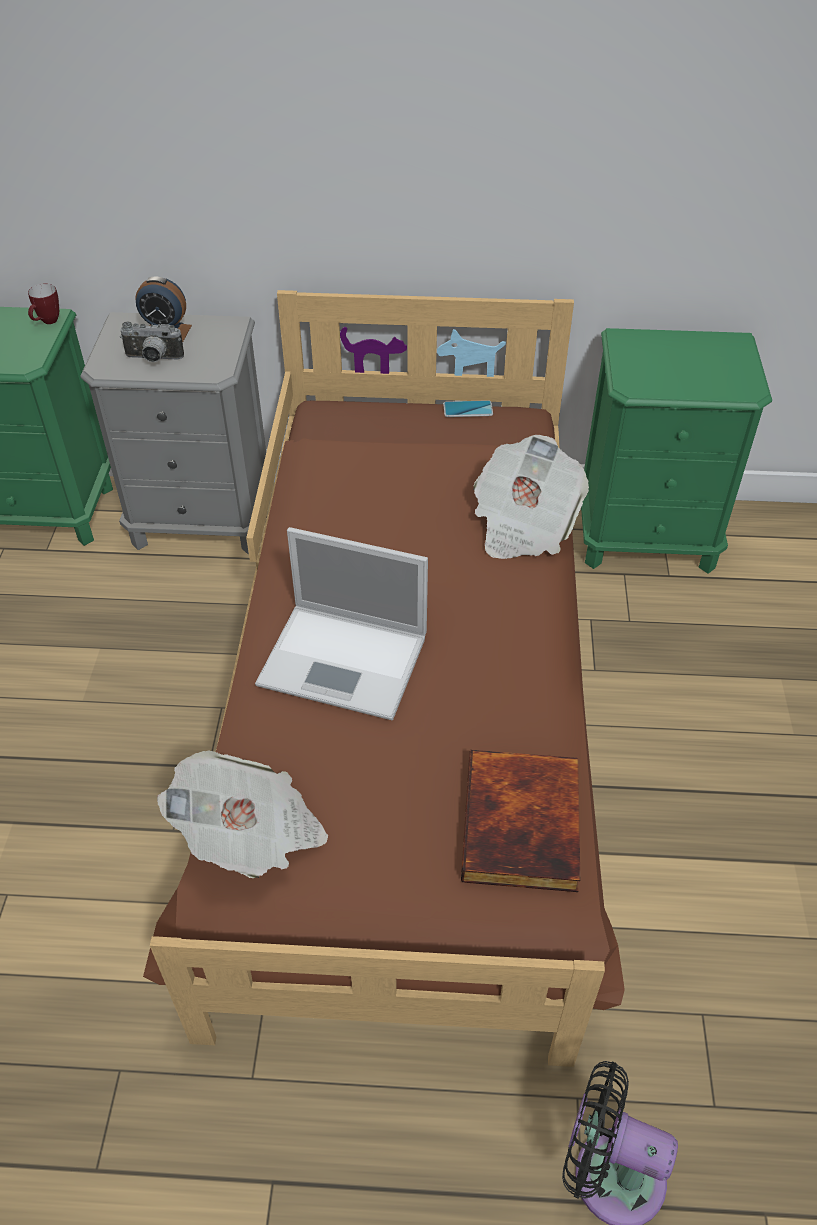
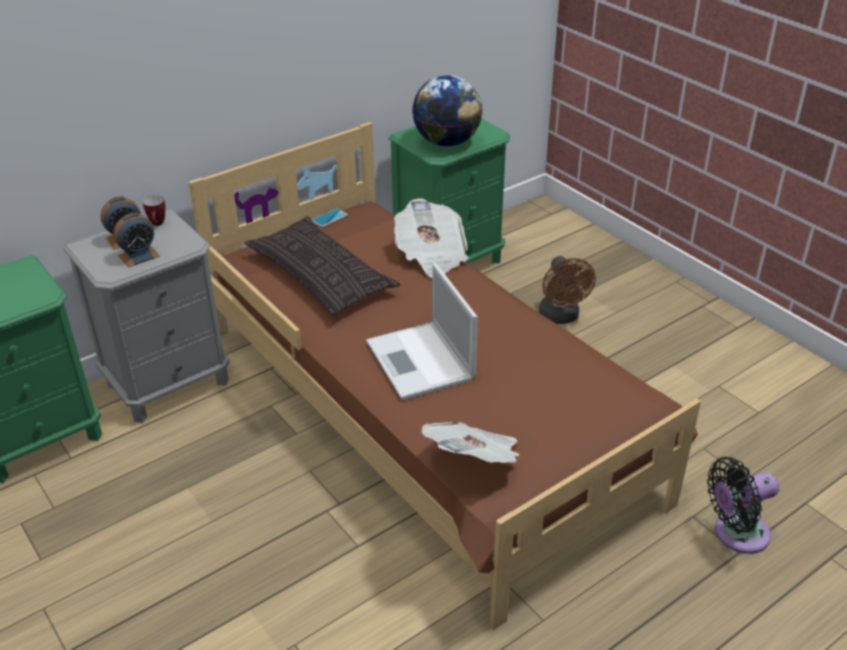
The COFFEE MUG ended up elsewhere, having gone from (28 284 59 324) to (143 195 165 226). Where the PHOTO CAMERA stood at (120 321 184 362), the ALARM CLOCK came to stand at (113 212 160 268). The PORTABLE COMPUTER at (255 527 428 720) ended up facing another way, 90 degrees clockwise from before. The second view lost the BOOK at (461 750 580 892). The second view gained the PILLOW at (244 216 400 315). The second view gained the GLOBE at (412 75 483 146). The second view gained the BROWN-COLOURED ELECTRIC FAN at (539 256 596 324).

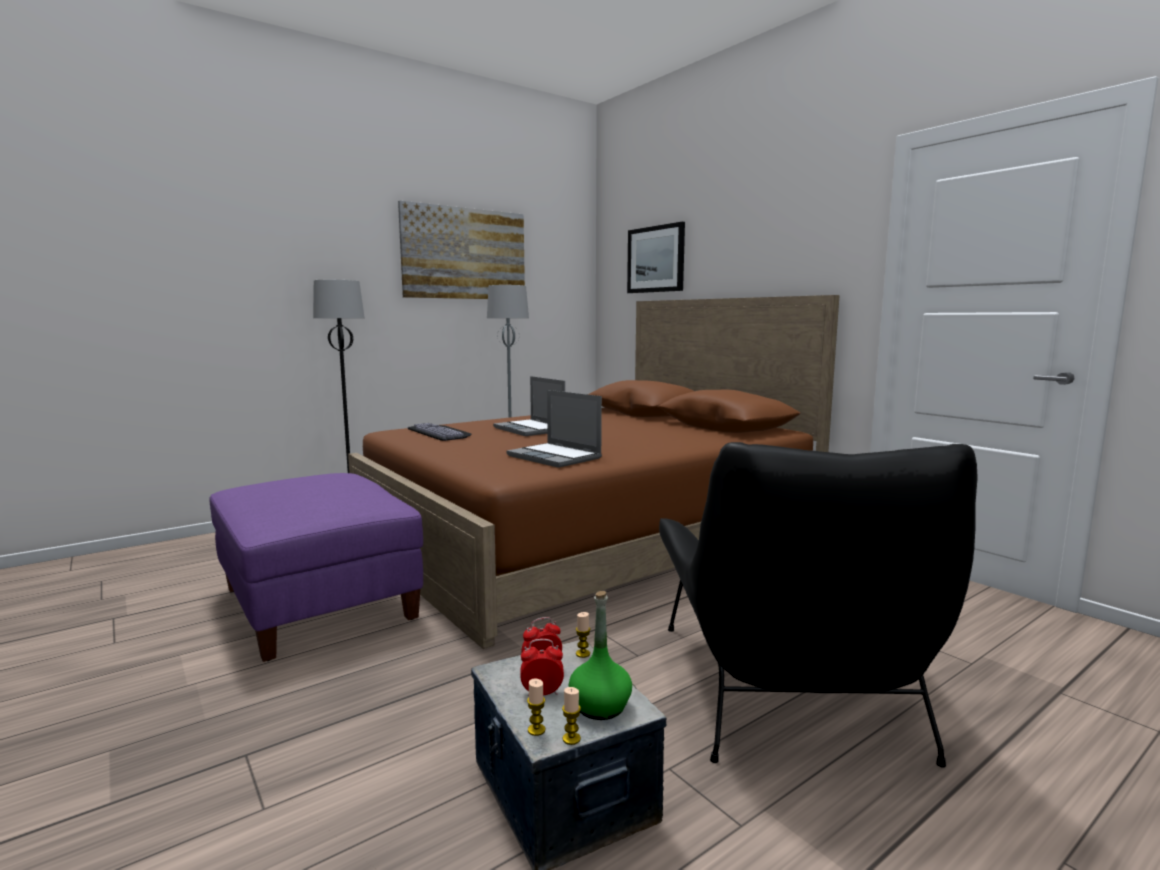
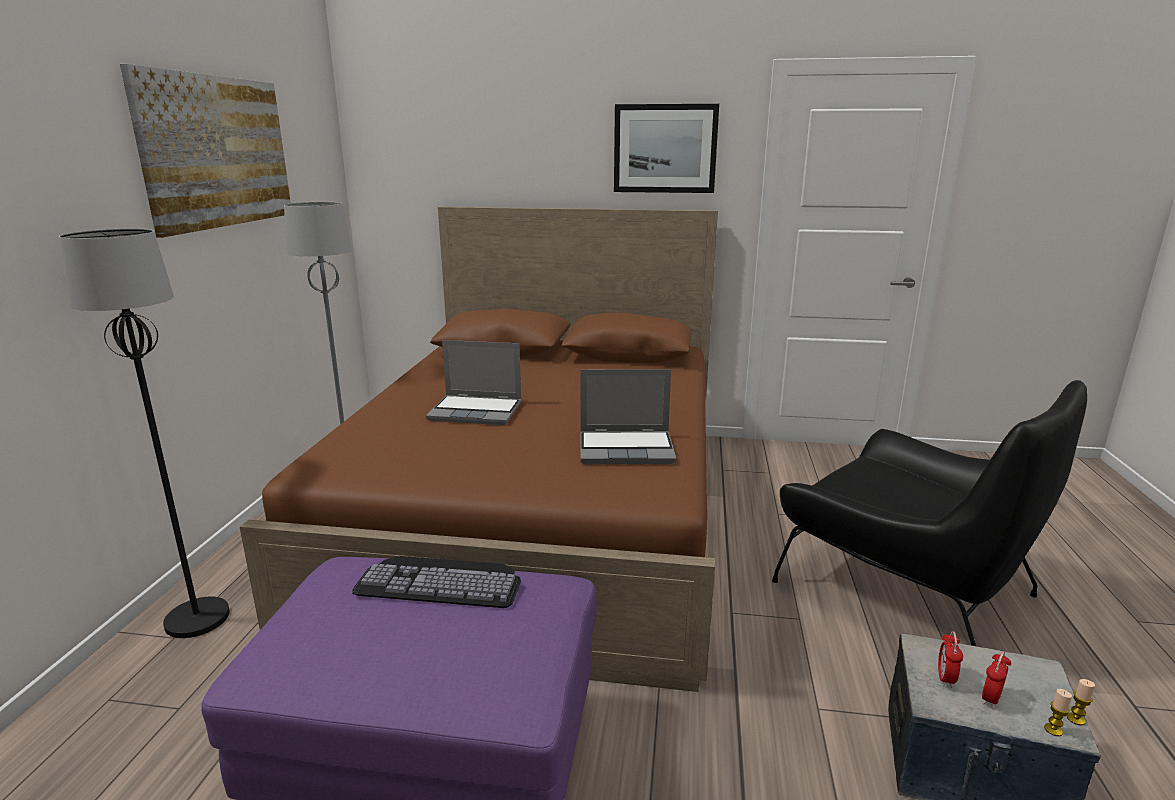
The KEYBOARD ended up elsewhere, having gone from (408 423 472 441) to (352 556 521 608). The second view lost the GREEN BOTTLE at (569 591 632 720). The second view lost the CANDLE at (576 612 590 658). The PICTURE ended up elsewhere, having gone from (627 222 685 293) to (614 104 719 193).

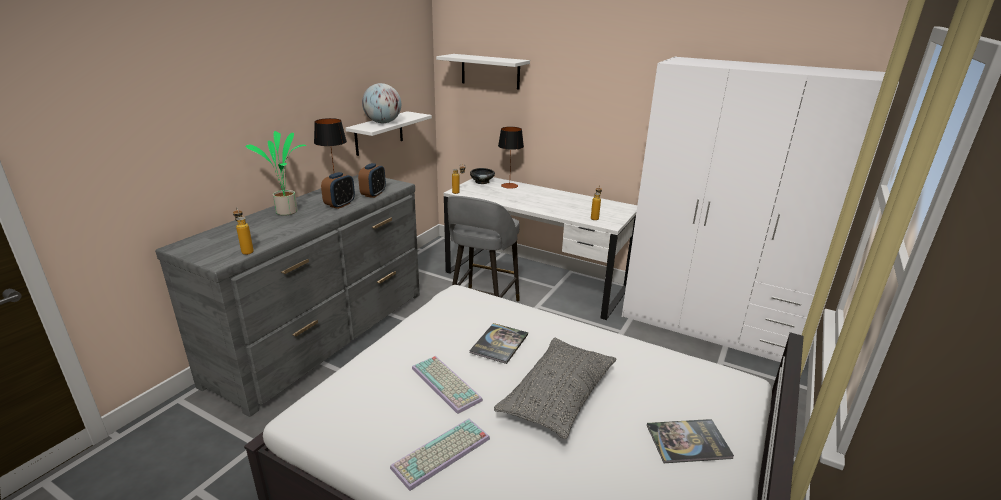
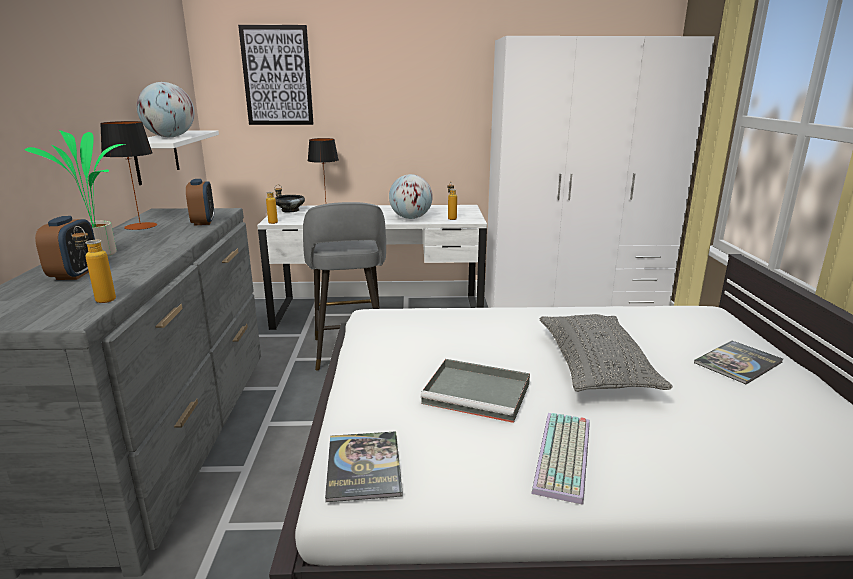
The ALARM CLOCK ended up elsewhere, having gone from (321 172 355 209) to (35 216 95 280). Where the KEYBOARD stood at (412 356 483 414), the GREYISH CARRYING TRAY came to stand at (421 359 530 423). Where the WHITISH BRACKET SHELF hung at (436 54 530 90), the PICTURE came to hang at (238 25 314 125). The BOOK ended up elsewhere, having gone from (469 323 528 364) to (325 431 403 502). The second view gained the GLOBE at (389 174 433 219).

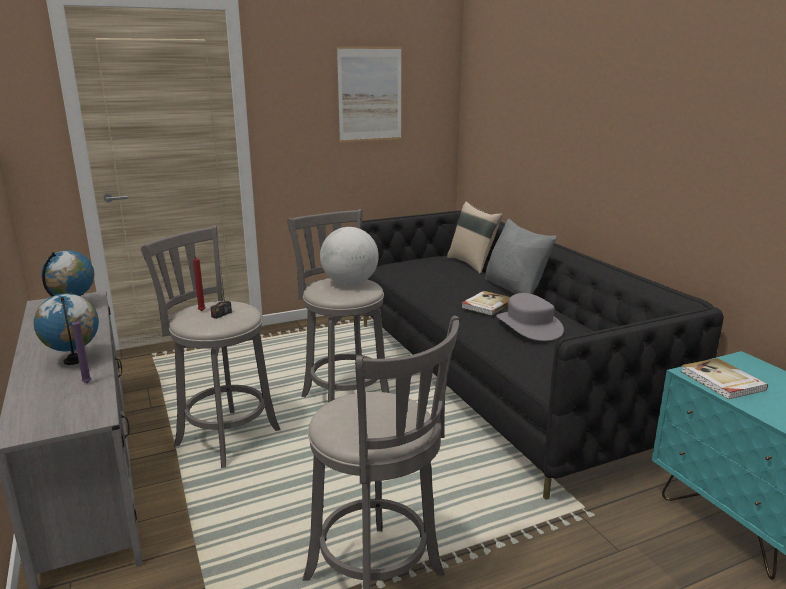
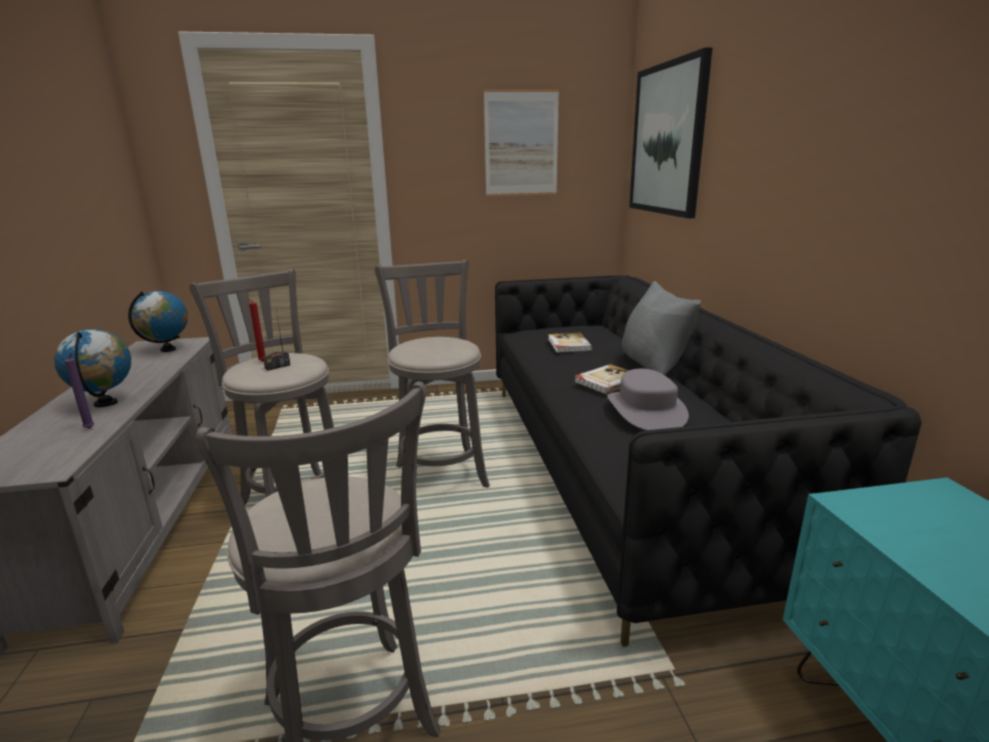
The second view lost the GLOBE at (320 227 379 285). The second view lost the SAND-COLOURED PILLOW at (447 202 503 274). The BOOK ended up elsewhere, having gone from (681 358 768 399) to (548 333 592 353). The second view gained the PICTURE at (629 47 712 218).

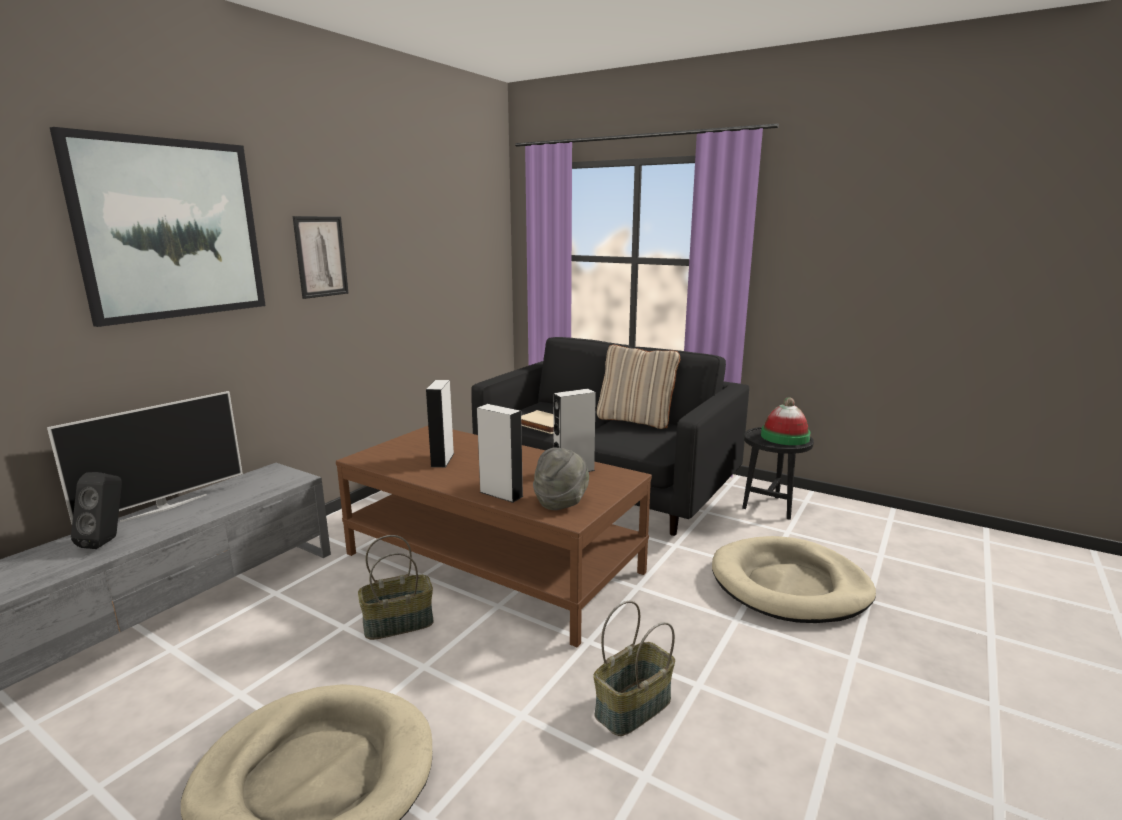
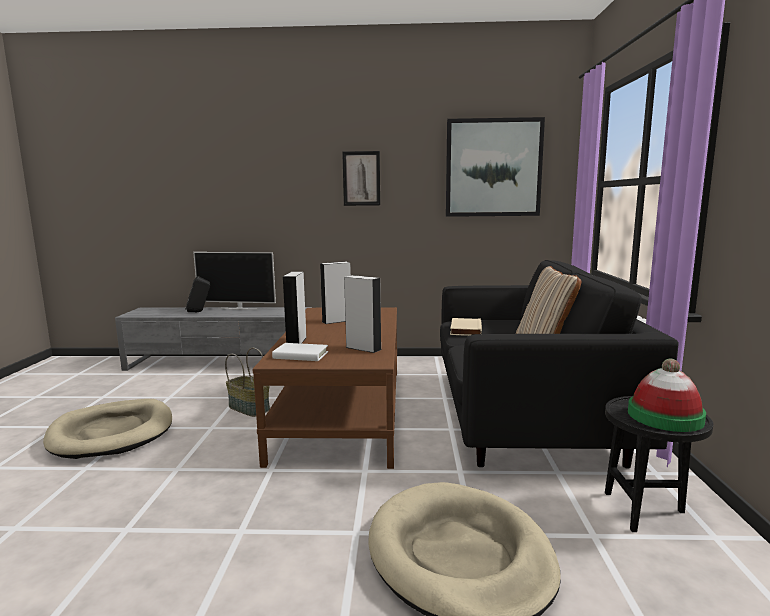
The PICTURE ended up elsewhere, having gone from (50 127 266 327) to (446 117 545 217). Where the GREYISH HAT stood at (533 448 589 510), the WHITISH BOOK came to stand at (272 343 328 361). The second view lost the STORAGE BASKET at (593 601 675 736).

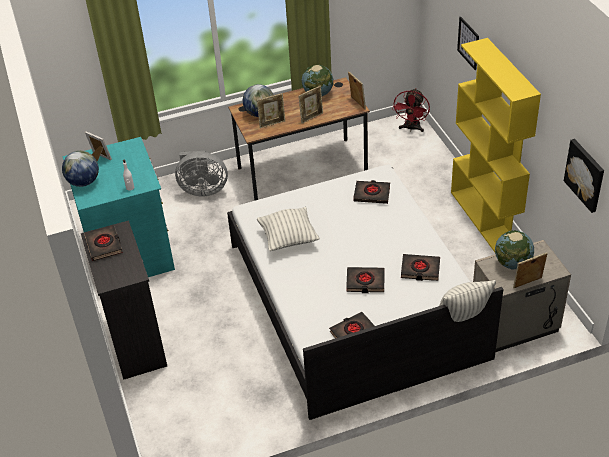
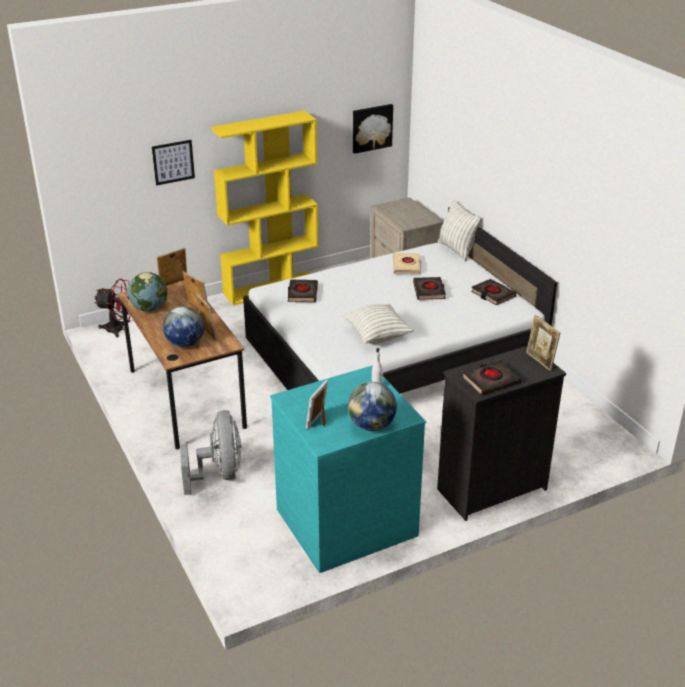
What was the BLACKISH BOOK at (401 254 440 281) turned into the SAND-COLOURED BOOK at (393 253 421 274). The second view lost the GLOBE at (495 230 534 269). The PICTURE FRAME ended up elsewhere, having gone from (513 252 548 288) to (526 315 560 371).

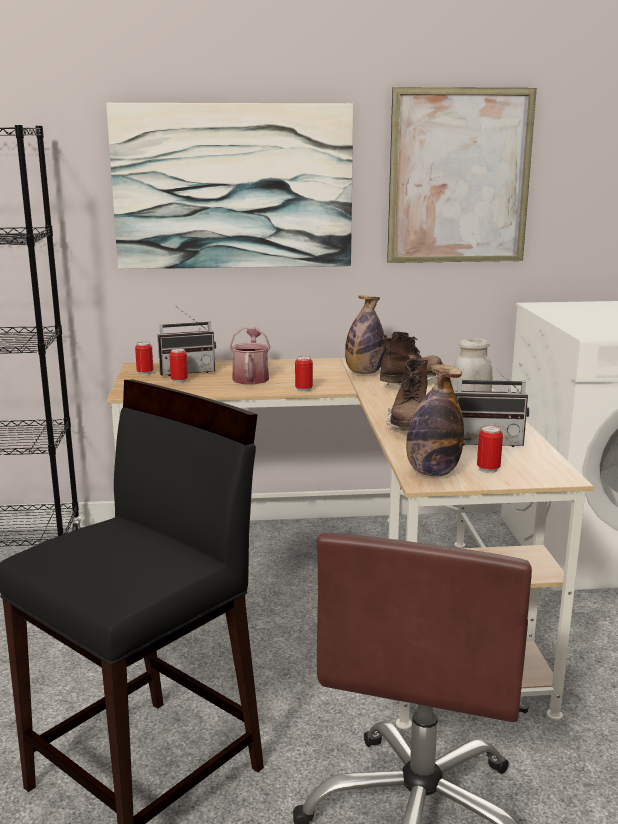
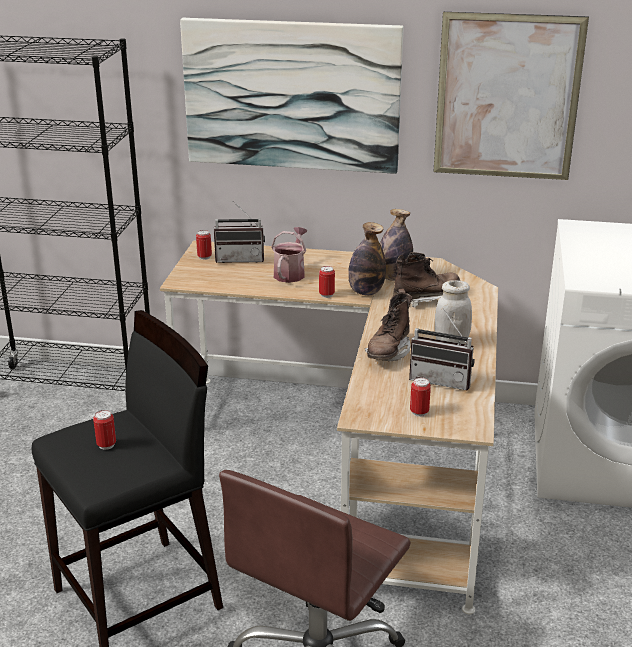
The SEALED CAN ended up elsewhere, having gone from (169 348 188 383) to (93 410 116 450). The BOTTLE ended up elsewhere, having gone from (406 364 464 476) to (348 222 386 295).

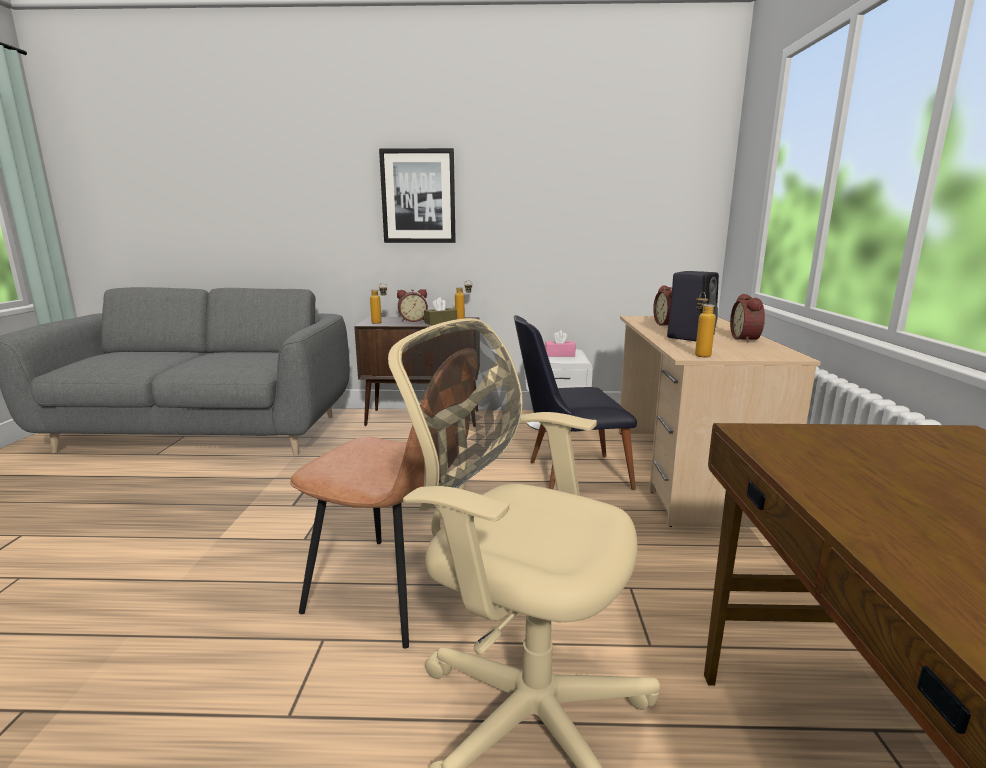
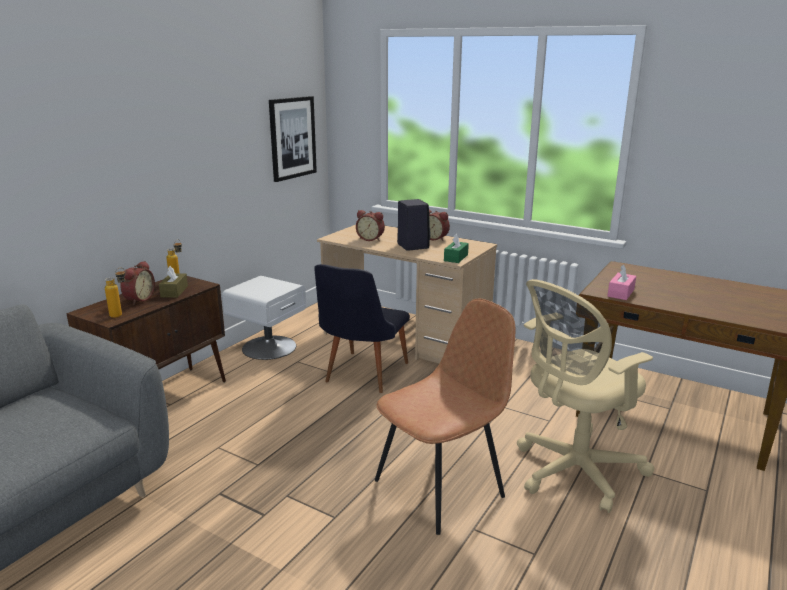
The PICTURE ended up elsewhere, having gone from (379 148 456 243) to (269 96 317 182). The PINK-COLOURED TISSUE HOLDER ended up elsewhere, having gone from (545 330 576 357) to (607 264 636 300). Where the BOTTLE stood at (695 292 716 357), the GREEN TISSUE HOLDER came to stand at (444 234 469 263).

